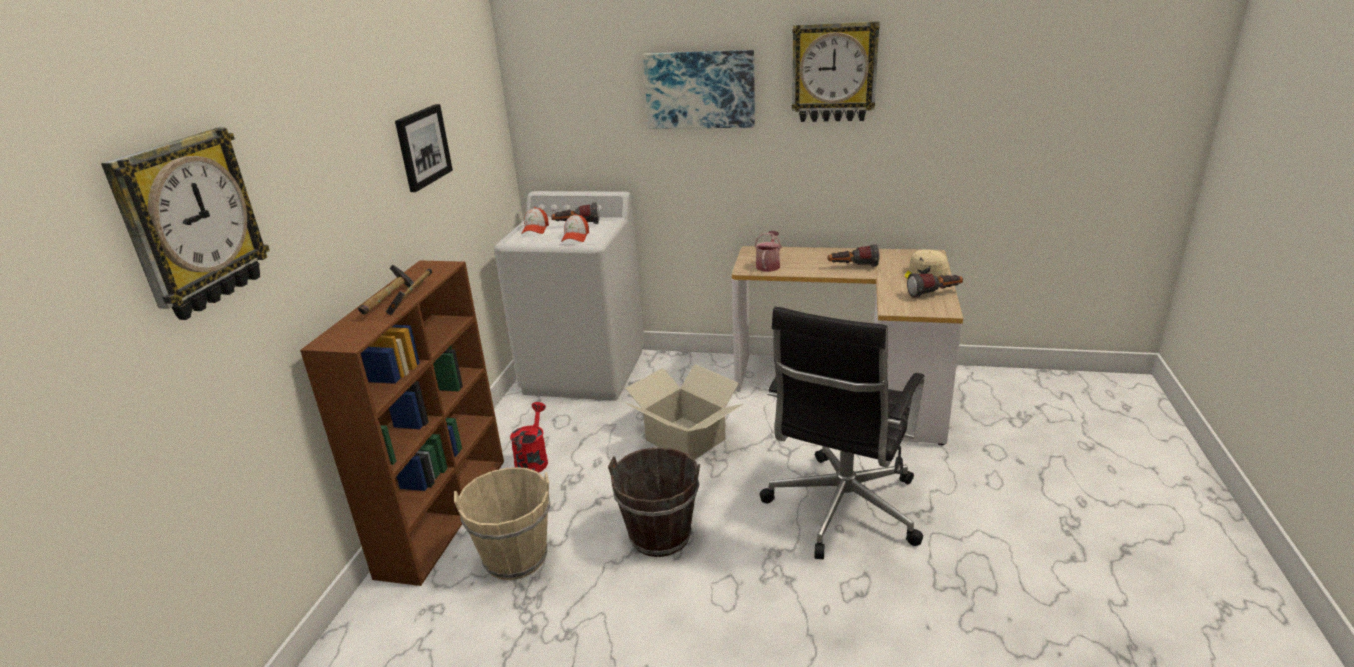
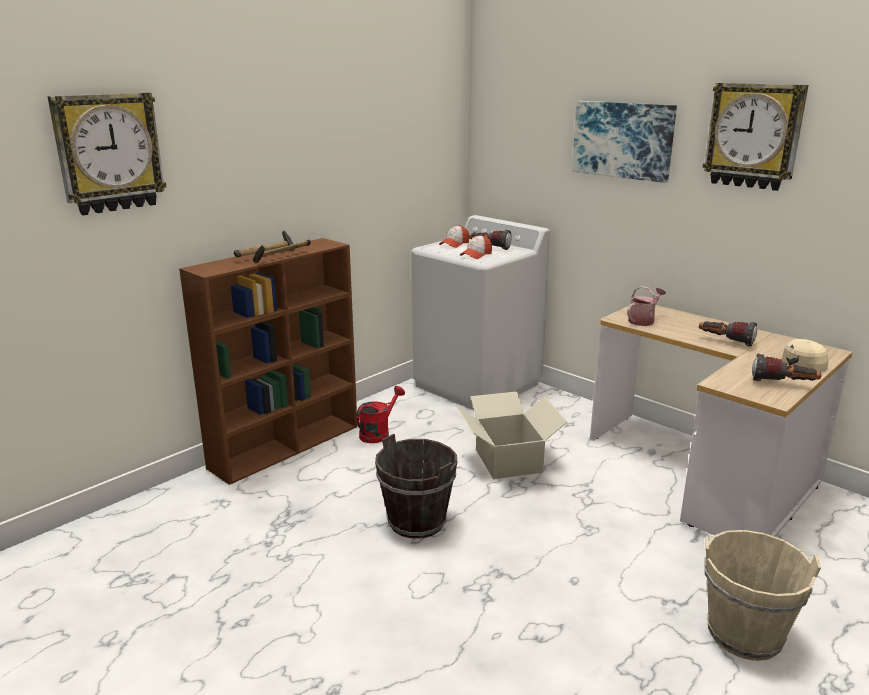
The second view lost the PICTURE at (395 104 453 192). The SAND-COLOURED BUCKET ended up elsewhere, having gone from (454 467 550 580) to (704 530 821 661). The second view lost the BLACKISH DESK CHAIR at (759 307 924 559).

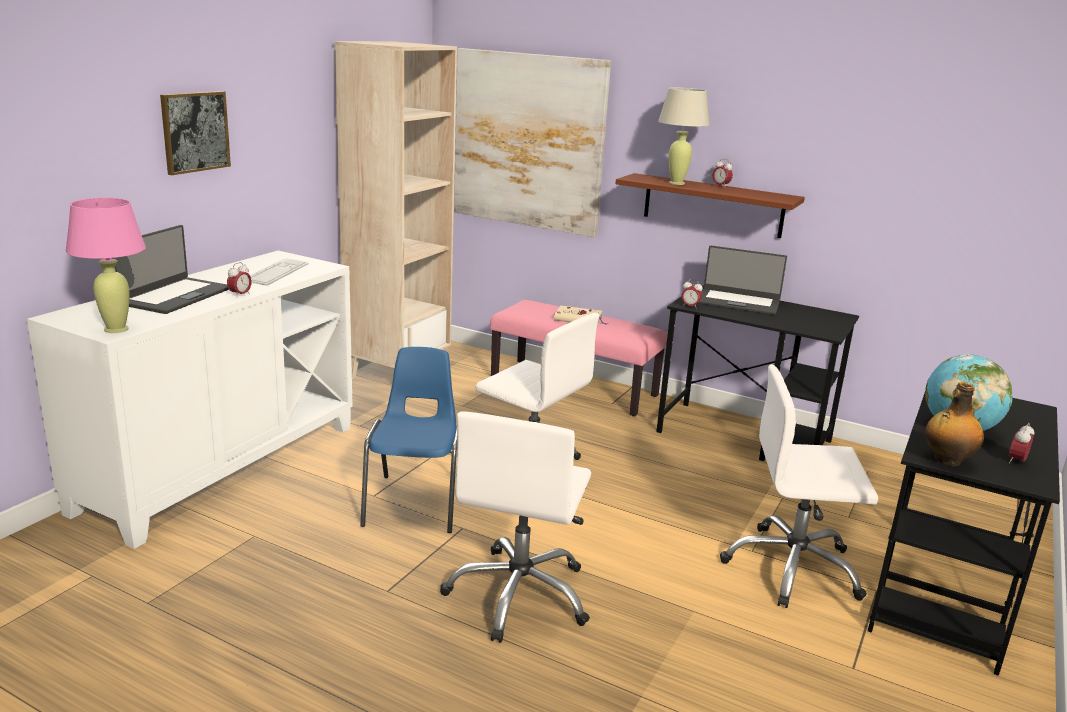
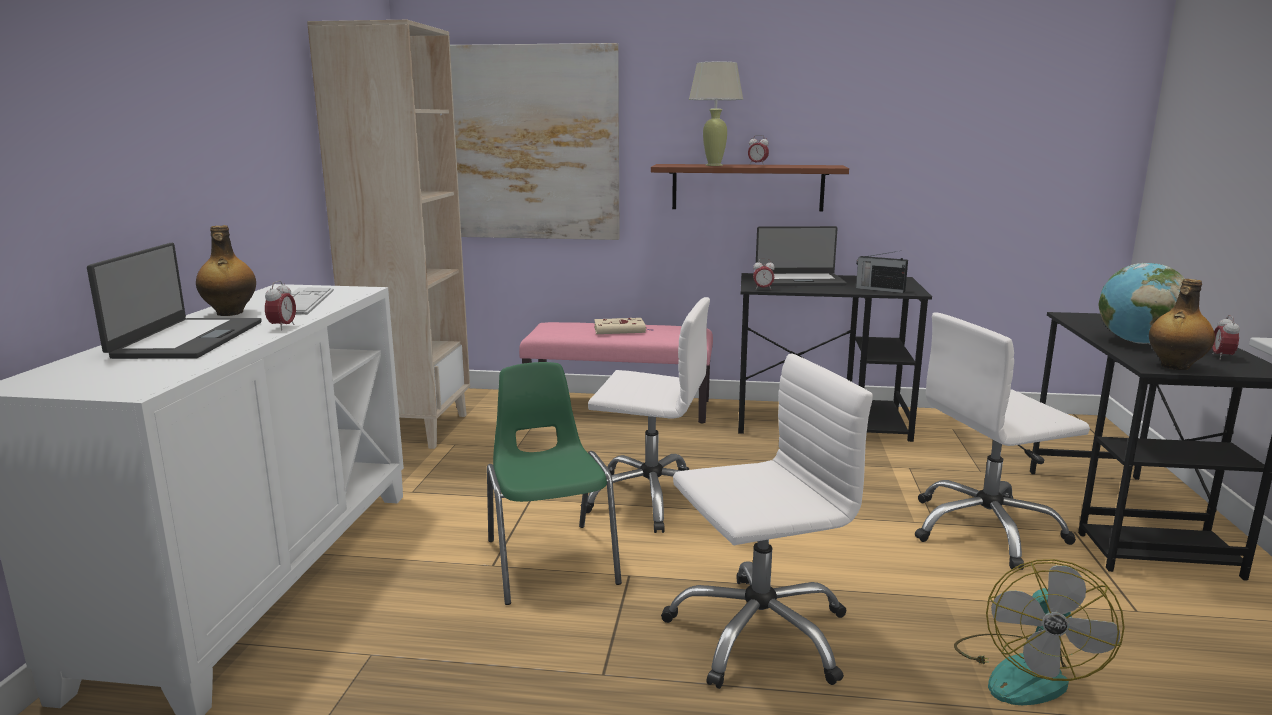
The second view lost the PINK-COLOURED TABLETOP LAMP at (66 198 146 333). The second view lost the PICTURE at (160 91 231 175). What was the BLUISH CHAIR at (360 347 457 533) turned into the GREEN CHAIR at (487 362 622 605). The WHITISH DESK CHAIR at (440 411 591 643) ended up facing another way, 105 degrees counterclockwise from before. The second view gained the BOTTLE at (196 225 256 316). The second view gained the RADIO RECEIVER at (856 251 908 293). The second view gained the ELECTRIC FAN at (954 559 1125 705).

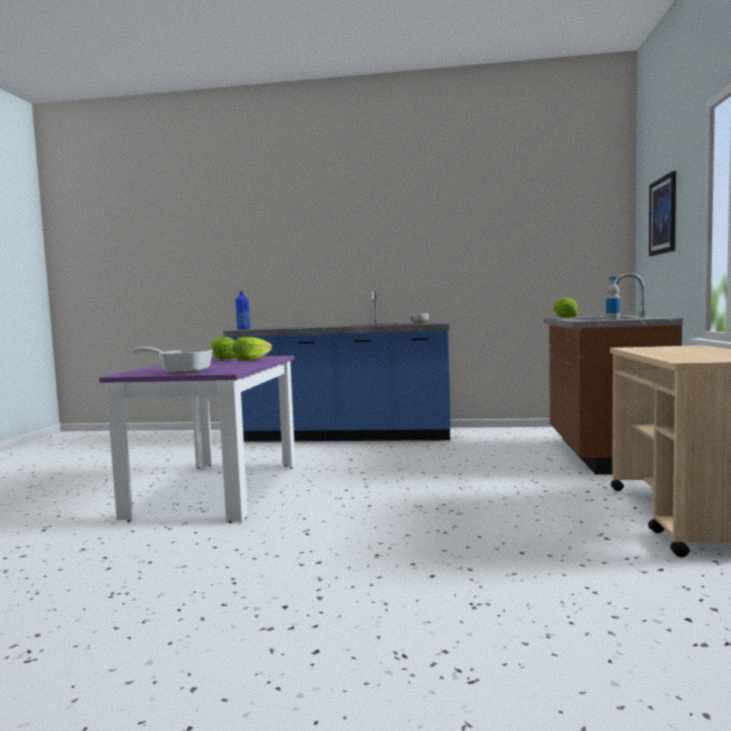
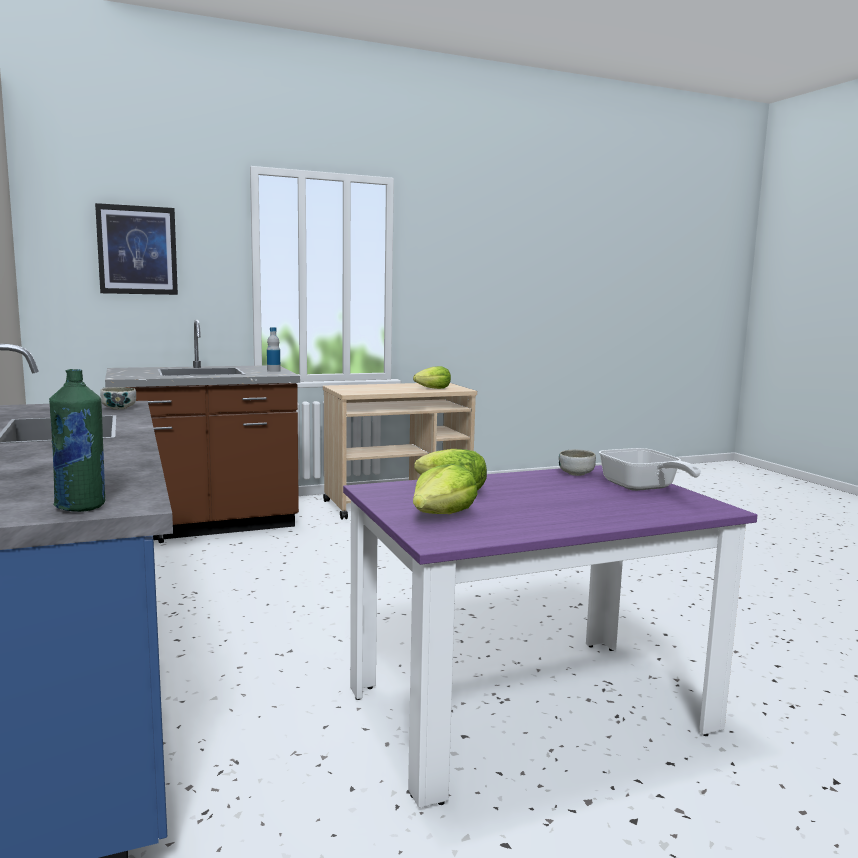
What was the BLUISH BOTTLE at (235 291 250 330) turned into the GREEN BOTTLE at (49 369 105 512). The LETTUCE HEAD ended up elsewhere, having gone from (553 298 578 318) to (413 366 451 389). The second view gained the BOWL at (559 450 596 476).

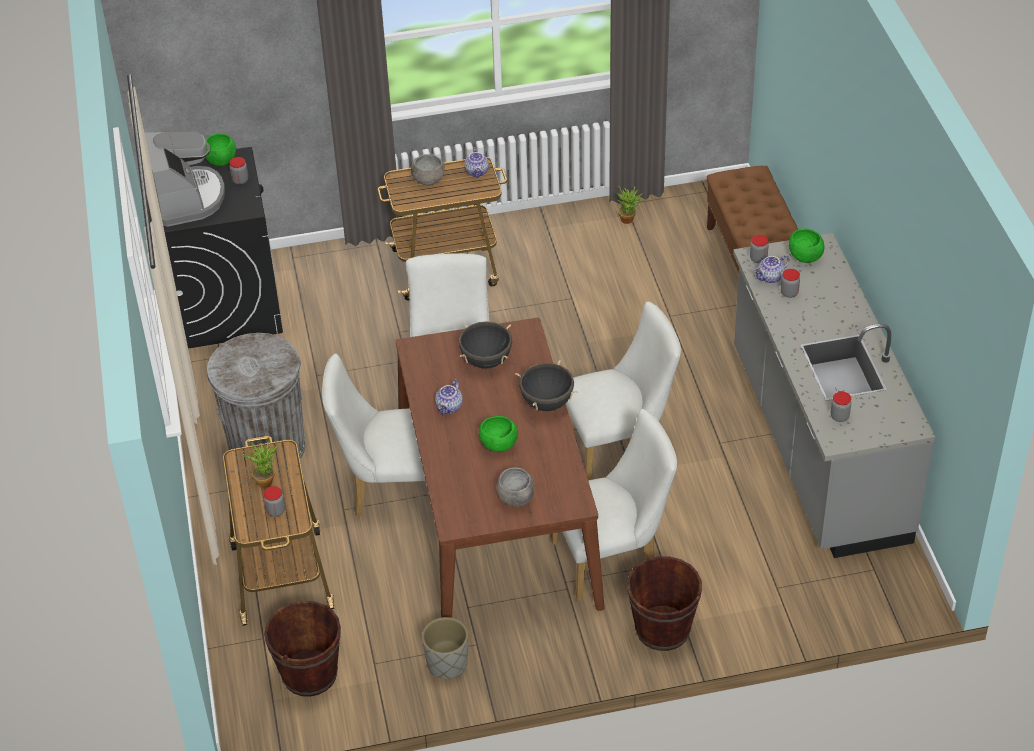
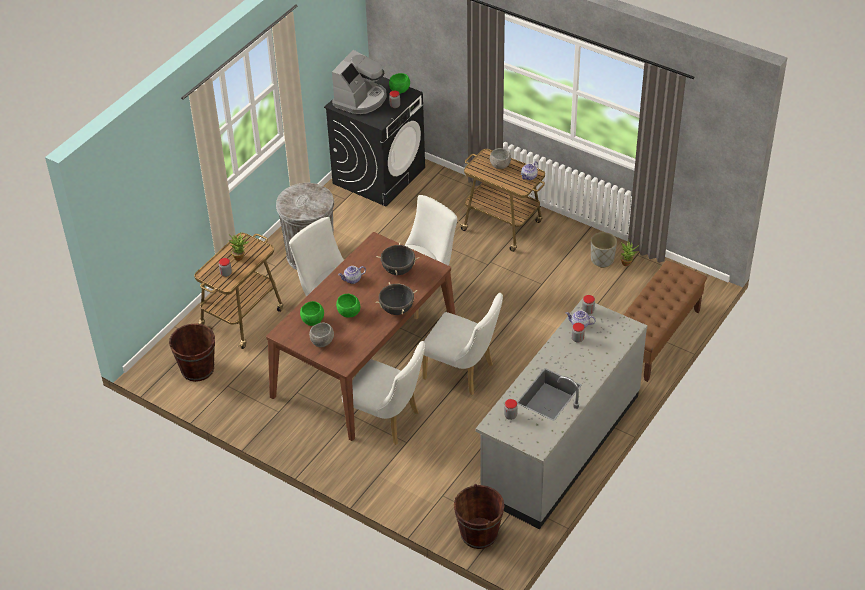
The GREYISH PLANTER ended up elsewhere, having gone from (422 617 468 679) to (591 232 617 268). The BROWN-COLOURED BUCKET ended up elsewhere, having gone from (627 556 702 651) to (454 484 505 549). The GREEN BOWL ended up elsewhere, having gone from (789 228 824 263) to (300 301 324 326).

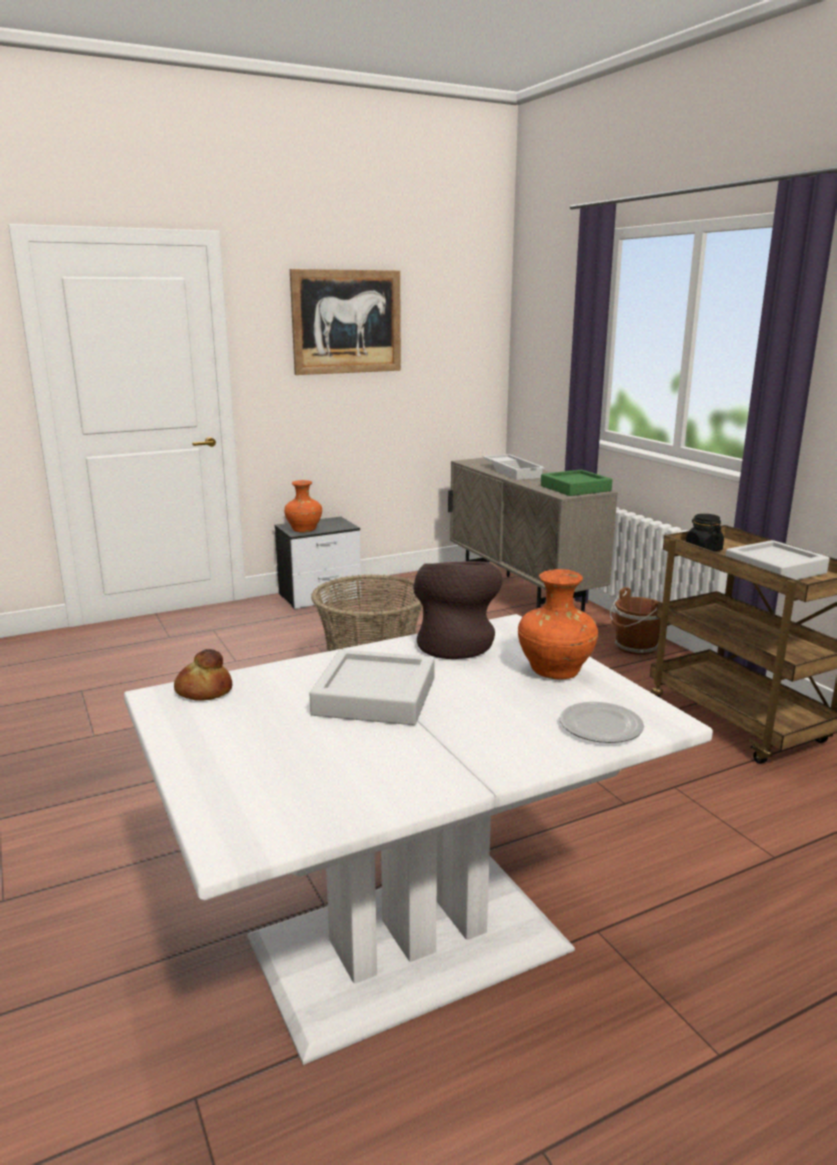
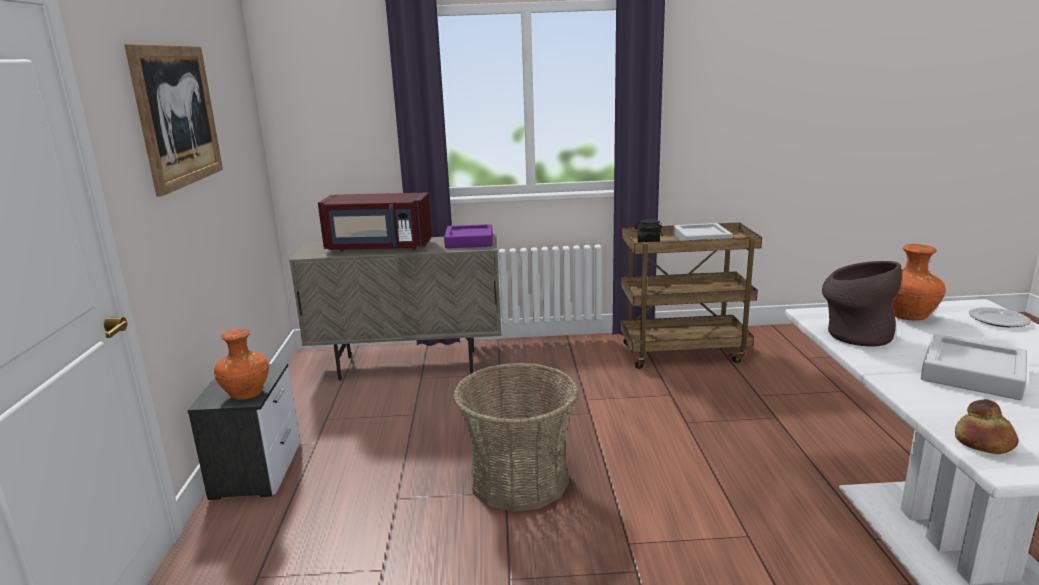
Where the WHITISH CARRYING TRAY stood at (483 454 545 480), the RED-COLOURED KITCHEN MICROWAVE came to stand at (318 192 432 252). What was the GREEN CARRYING TRAY at (541 470 612 496) turned into the PURPLISH CARRYING TRAY at (444 224 493 248). The second view lost the BROWN-COLOURED BUCKET at (610 587 662 655).

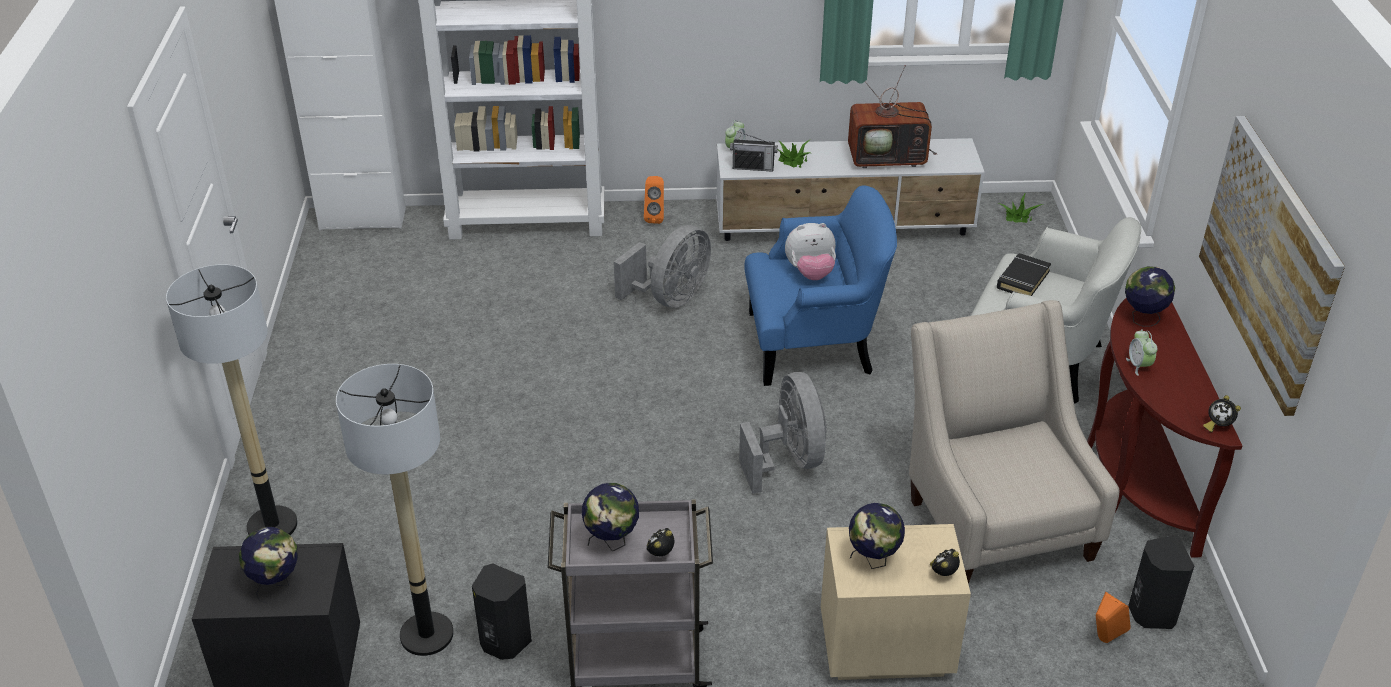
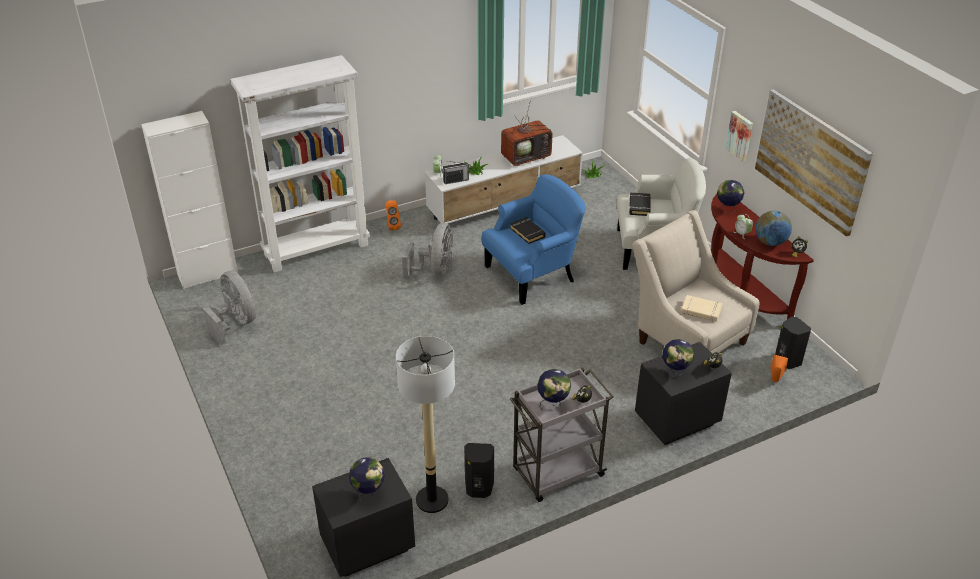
The second view lost the FLOOR LAMP at (166 264 298 535). The GREYISH ELECTRIC FAN ended up elsewhere, having gone from (739 372 827 494) to (203 270 256 345). Where the CUDDLY TOY stood at (785 223 836 280), the BLACKISH BOOK came to stand at (510 217 546 244). What was the SAND-COLOURED NIGHT TABLE at (821 524 971 680) turned into the BLACKISH NIGHT TABLE at (635 342 732 445). The second view gained the SAND-COLOURED BOOK at (681 295 722 322). The second view gained the PICTURE at (725 111 753 162). The second view gained the GLOBE at (755 211 792 246).

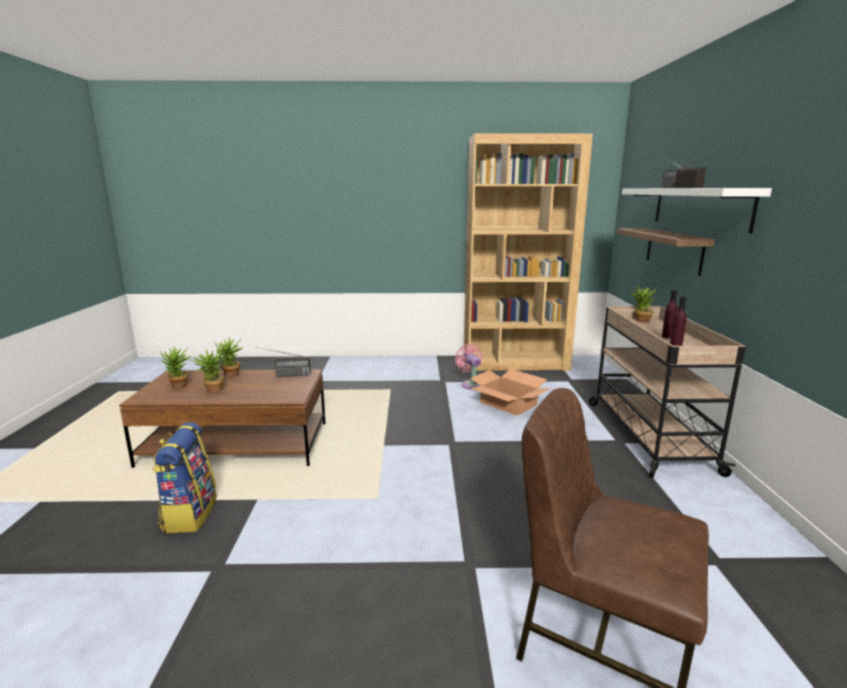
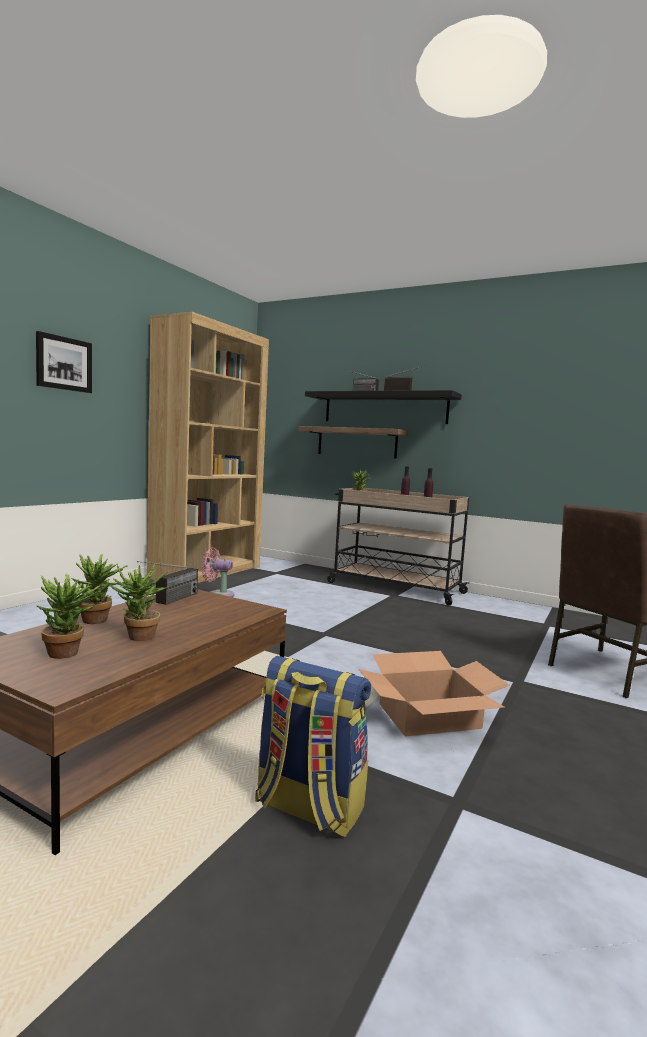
The PACKING BOX ended up elsewhere, having gone from (470 369 551 416) to (358 651 510 737). What was the WHITISH BRACKET SHELF at (622 188 772 234) turned into the BLACKISH BRACKET SHELF at (305 390 462 424). The second view gained the PICTURE at (36 331 92 393).

